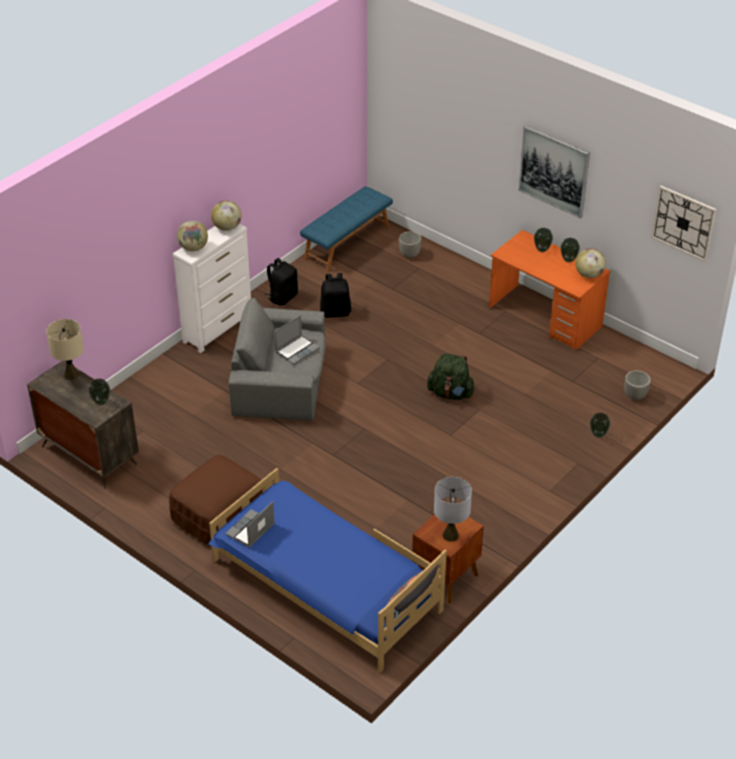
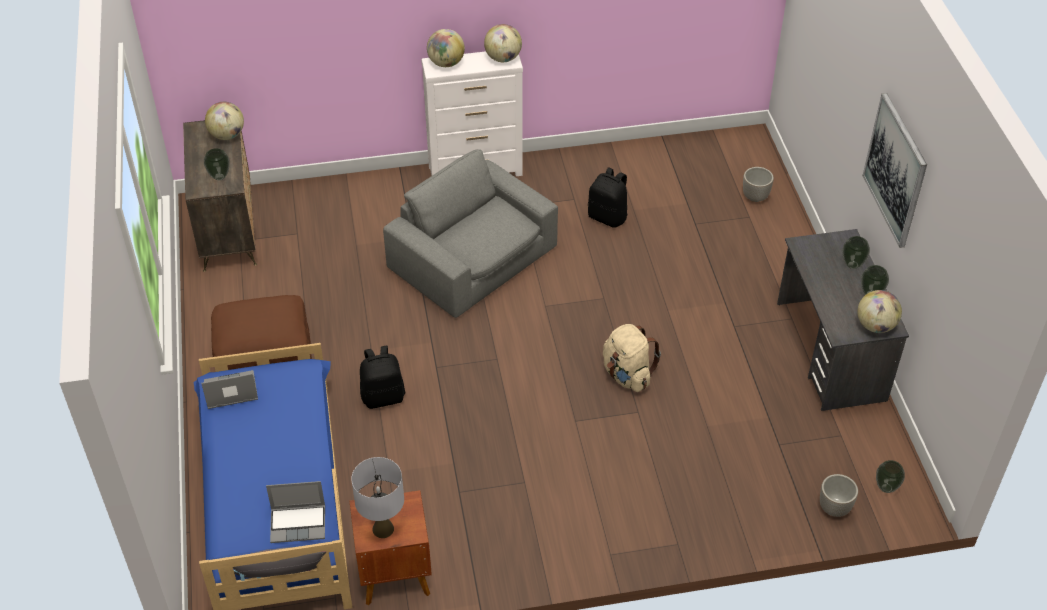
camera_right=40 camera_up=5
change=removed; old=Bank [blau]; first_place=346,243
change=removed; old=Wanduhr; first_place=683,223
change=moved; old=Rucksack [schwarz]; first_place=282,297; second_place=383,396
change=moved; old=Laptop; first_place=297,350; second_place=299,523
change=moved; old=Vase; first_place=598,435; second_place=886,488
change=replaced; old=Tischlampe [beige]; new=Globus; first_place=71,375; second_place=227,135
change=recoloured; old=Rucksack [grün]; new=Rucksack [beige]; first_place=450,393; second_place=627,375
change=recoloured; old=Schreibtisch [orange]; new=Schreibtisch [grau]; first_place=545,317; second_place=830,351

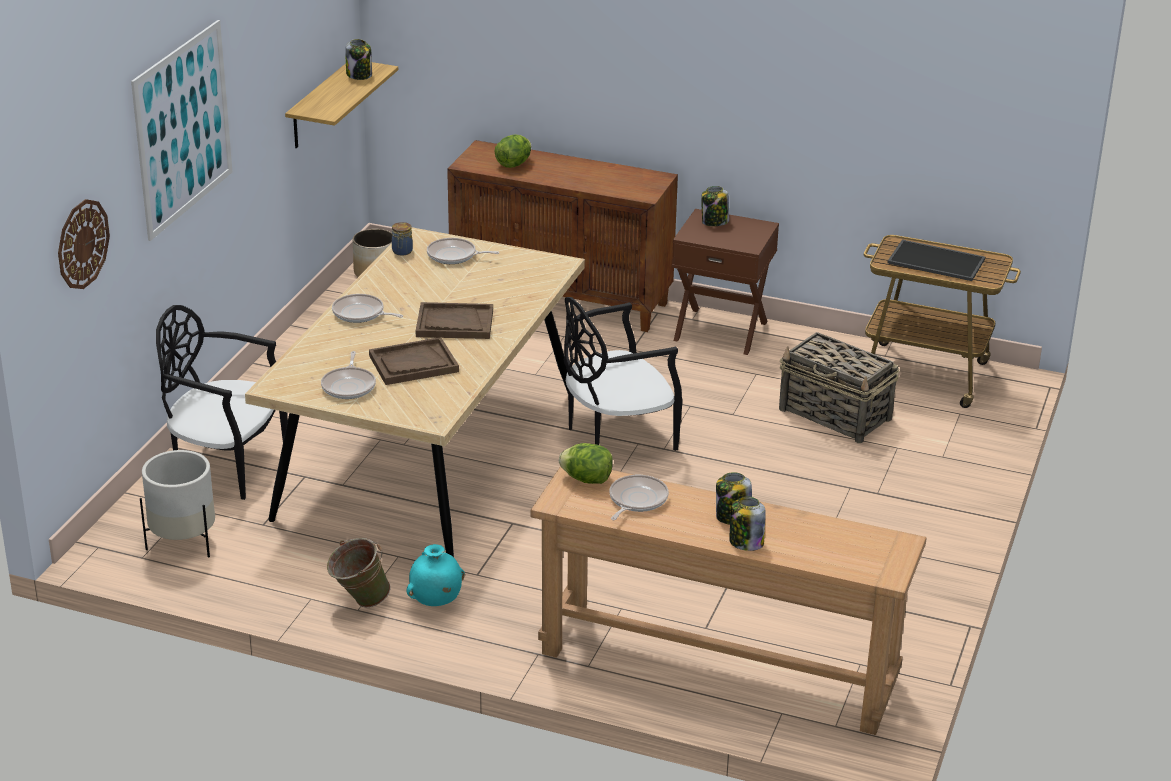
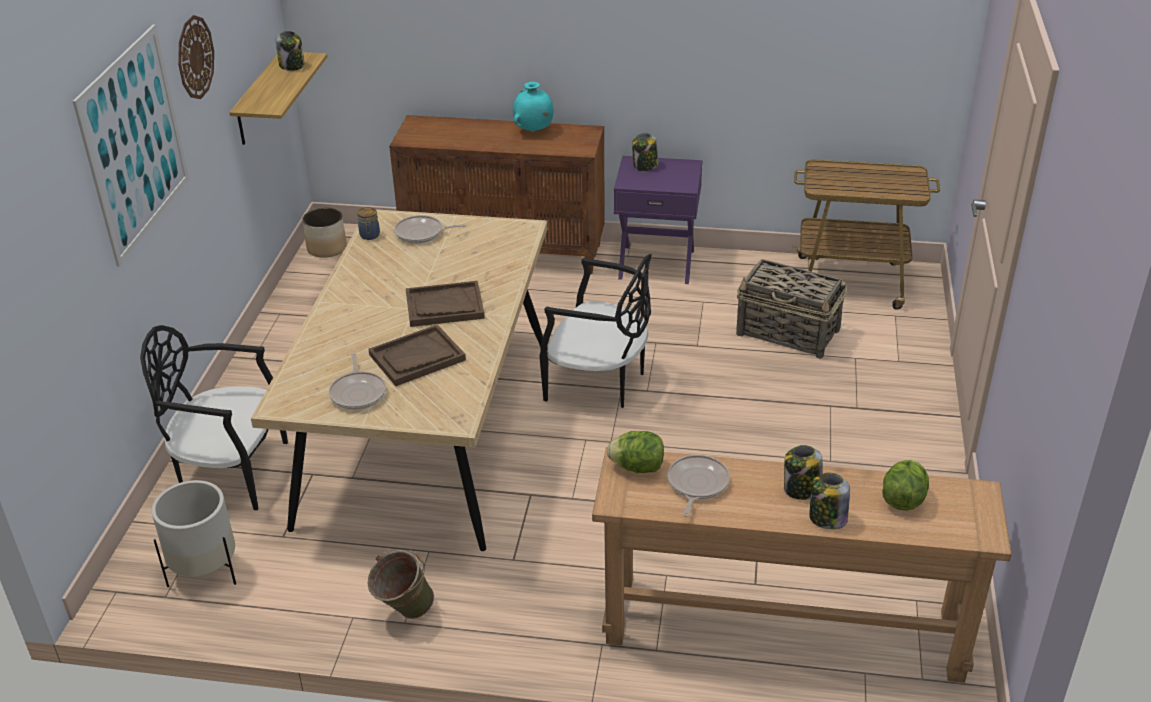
camera_right=-10 camera_up=5
change=removed; old=Pfanne; first_place=360,314
change=removed; old=Tablett; first_place=937,261
change=moved; old=Wanduhr; first_place=82,244; second_place=195,57
change=moved; old=Vase [türkis]; first_place=435,603; second_place=533,131
change=moved; old=Salatkopf; first_place=513,164; second_place=903,499
change=recoloured; old=Nachttisch [braun]; new=Nachttisch [lila]; first_place=721,330; second_place=656,263
change=turned; old=Stuhl [schwarz]; first_place=616,435; second_place=598,382; degrees=-120

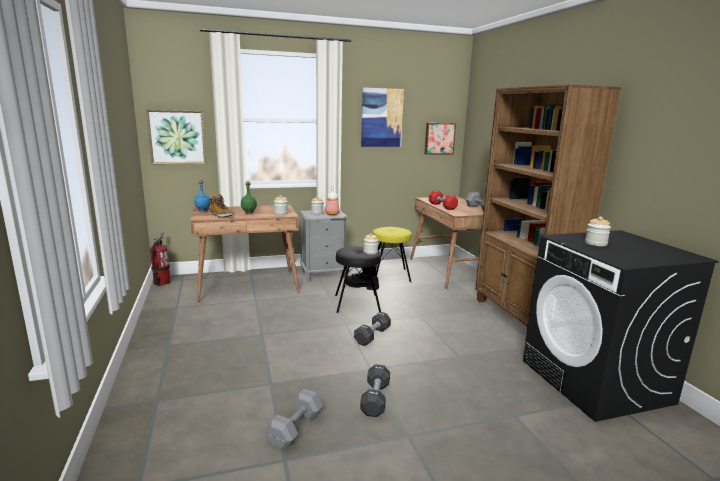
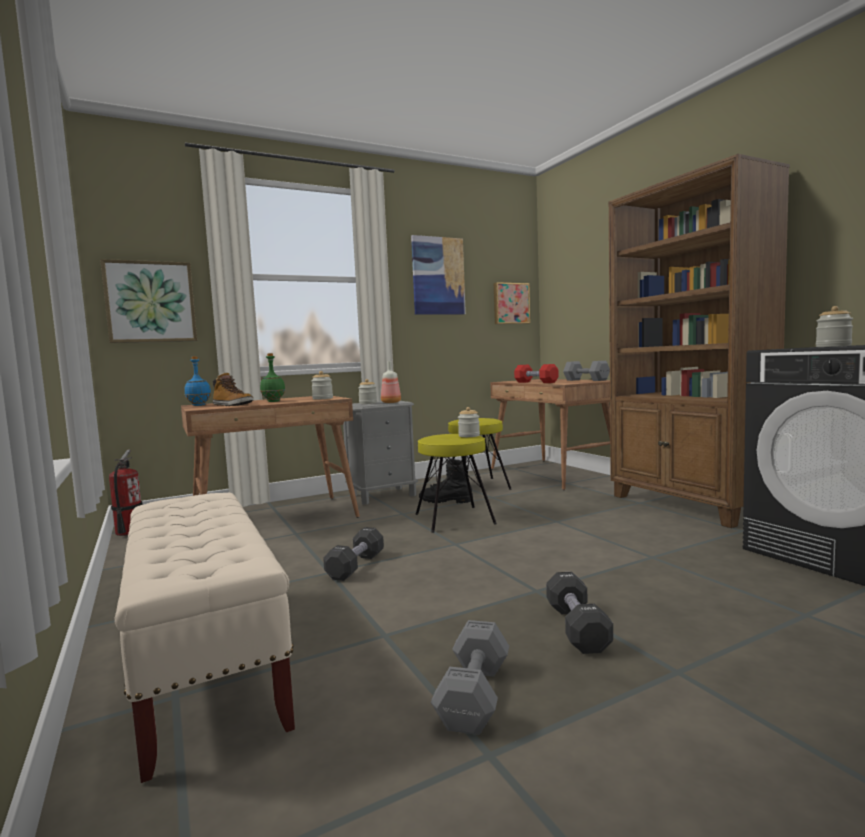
camera_right=-10 camera_up=-10
change=added; new=Bank [beige]; second_place=205,662
change=moved; old=Hantel [schwarz]; first_place=372,336; second_place=356,566
change=recoloured; old=Hocker [schwarz]; new=Hocker [gelb]; first_place=357,303; second_place=454,518

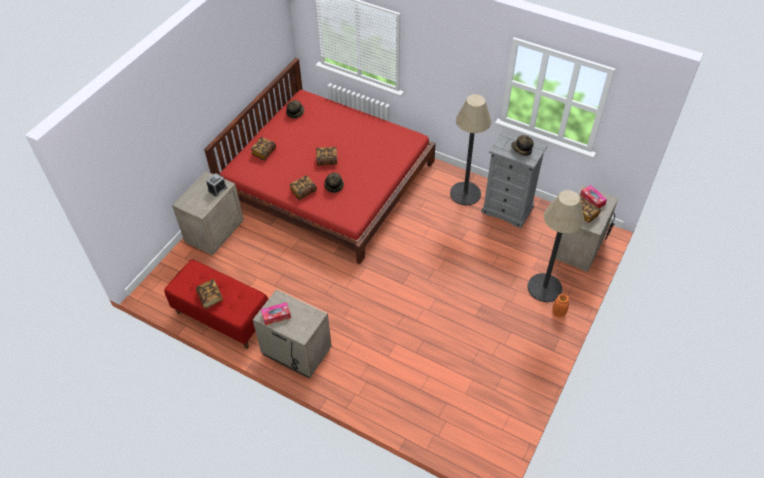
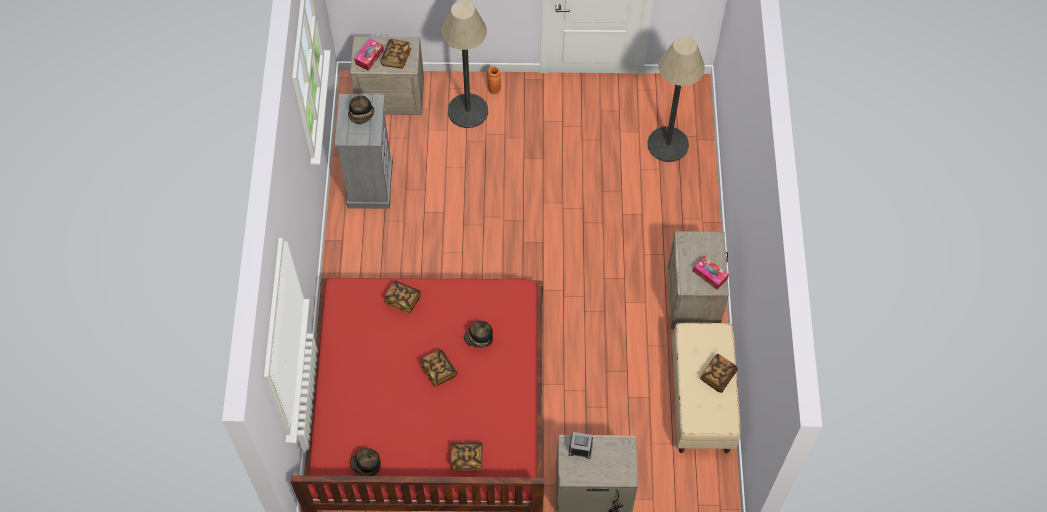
camera_right=-120 camera_up=10
change=moved; old=Buch; first_place=303,191; second_place=403,300
change=moved; old=Stehlampe; first_place=465,193; second_place=668,144
change=recoloured; old=Bank [rot]; new=Bank [beige]; first_place=222,316; second_place=701,400

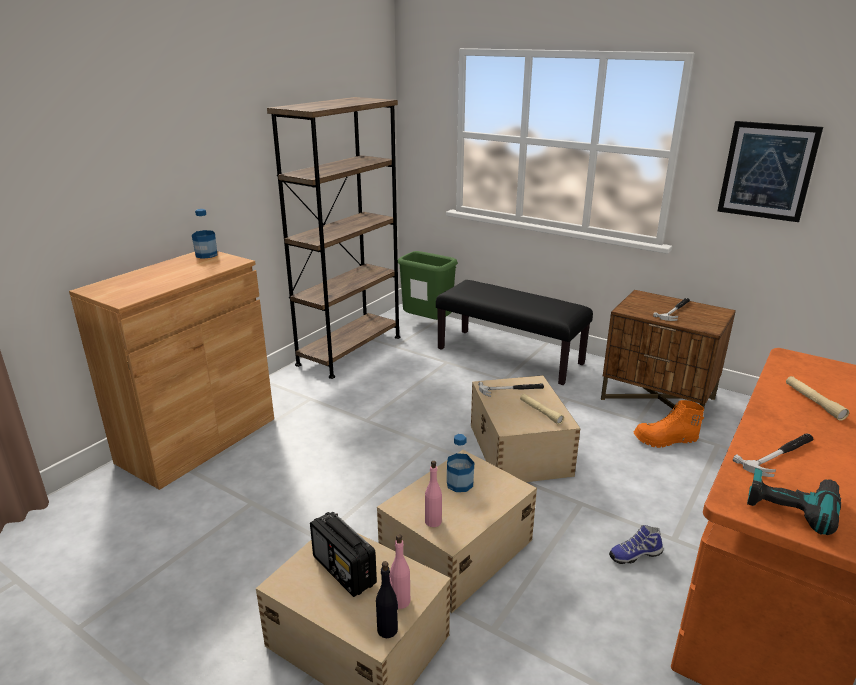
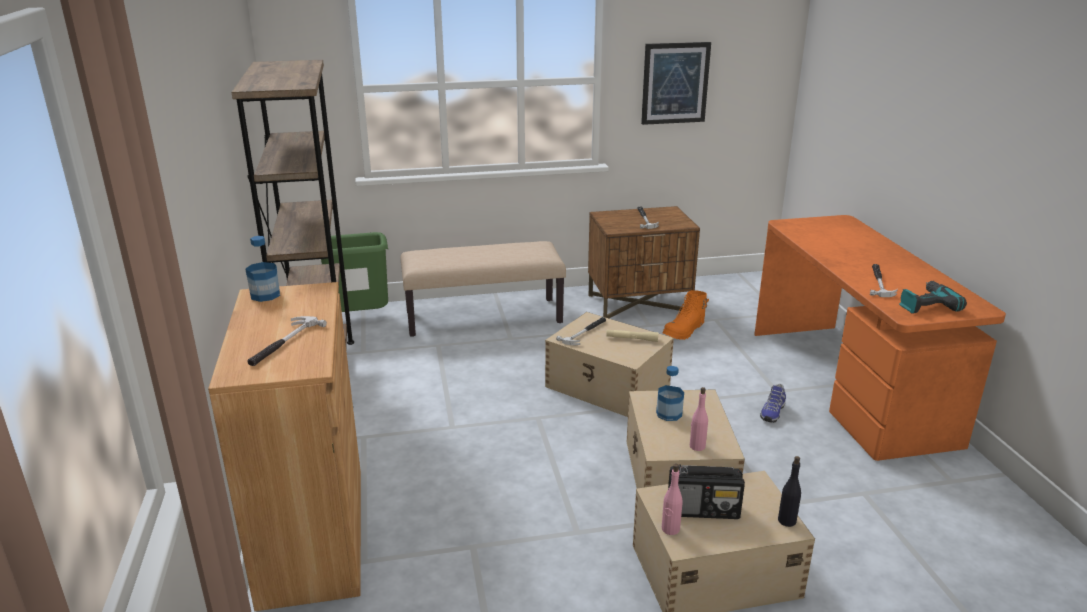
camera_right=-45 camera_up=0
change=removed; old=Taschenlampe [beige]; first_place=813,402
change=added; new=Hammer; second_place=283,343
change=moved; old=Flasche [rosa]; first_place=400,601; second_place=670,529
change=recoloured; old=Bank [schwarz]; new=Bank [beige]; first_place=510,356; second_place=484,317

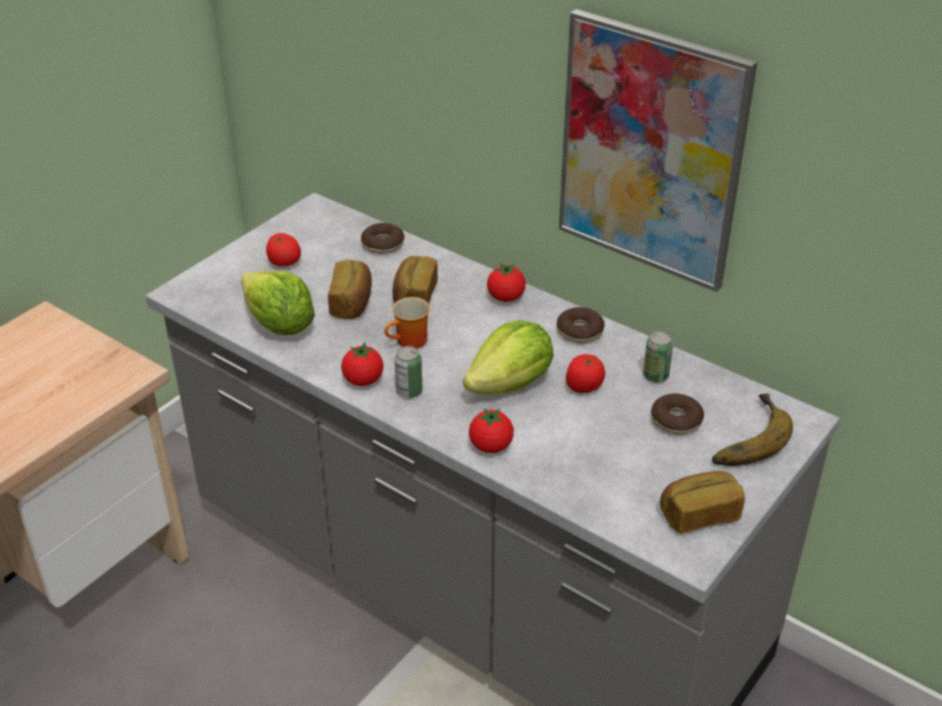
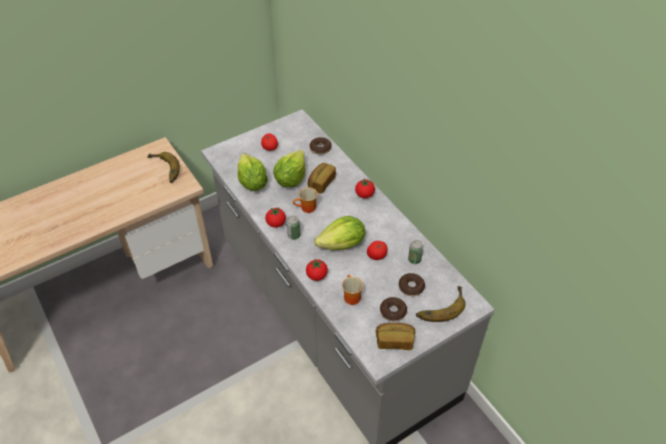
camera_right=20 camera_up=10
change=removed; old=Bild; first_place=651,151
change=added; new=Banane; second_place=163,170
change=added; new=Henkelbecher; second_place=350,296
change=moved; old=Donut; first_place=579,331; second_place=393,312
change=replaced; old=Brot; new=Salatkopf; first_place=352,303; second_place=291,179

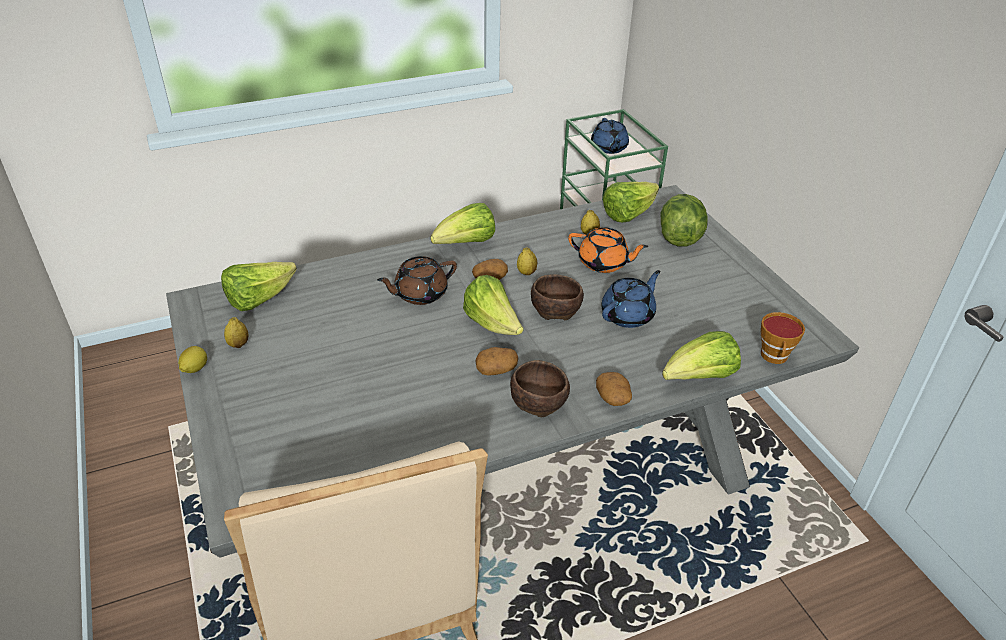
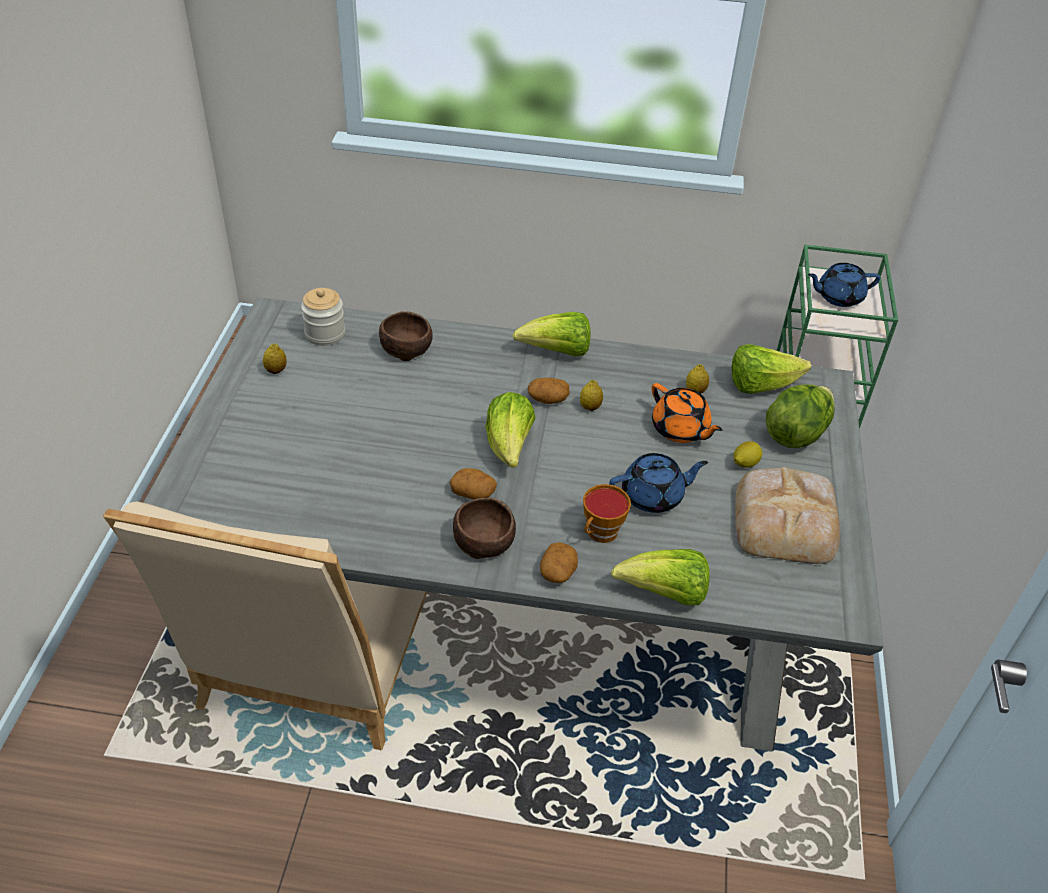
camera_right=30 camera_up=5
change=removed; old=Teekanne [braun]; first_place=419,294
change=added; new=Brot; second_place=786,520
change=moved; old=Zitrone; first_place=194,369; second_place=744,463
change=moved; old=Schüssel [braun]; first_place=555,309; second_place=406,348
change=moved; old=Tasse; first_place=775,357; second_place=600,534
change=replaced; old=Salatkopf; new=Vorratsglas; first_place=259,299; second_place=325,334
change=turned; old=Teekanne [blau]; first_place=609,148; second_place=838,297; degrees=60

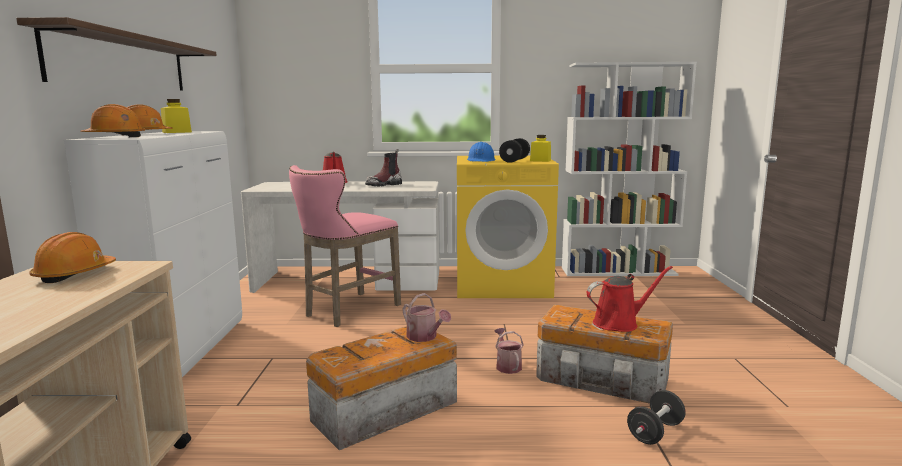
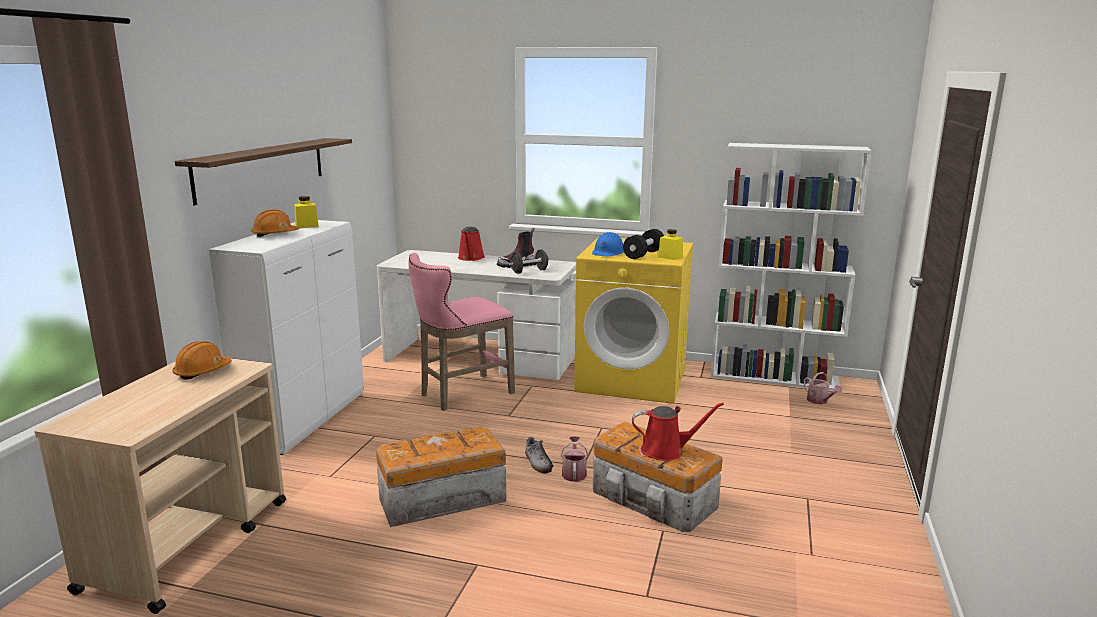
camera_right=15 camera_up=5
change=removed; old=Schutzhelm [orange]; first_place=115,137
change=added; new=Schuh; second_place=538,463
change=moved; old=Gießkanne; first_place=424,337; second_place=819,401
change=moved; old=Hantel [schwarz]; first_place=655,432; second_place=529,271

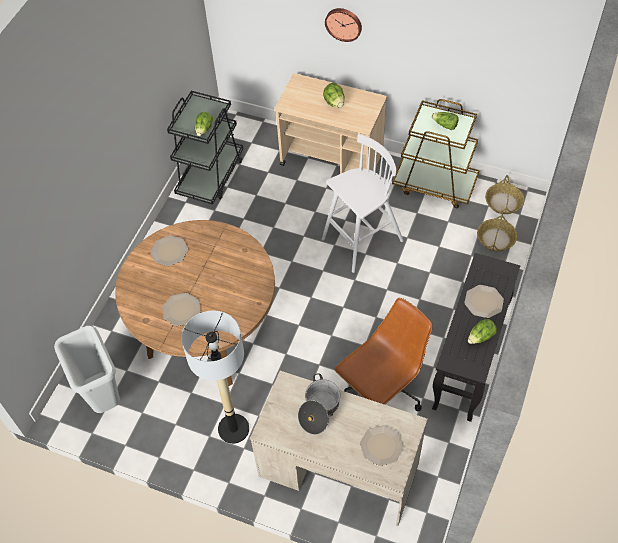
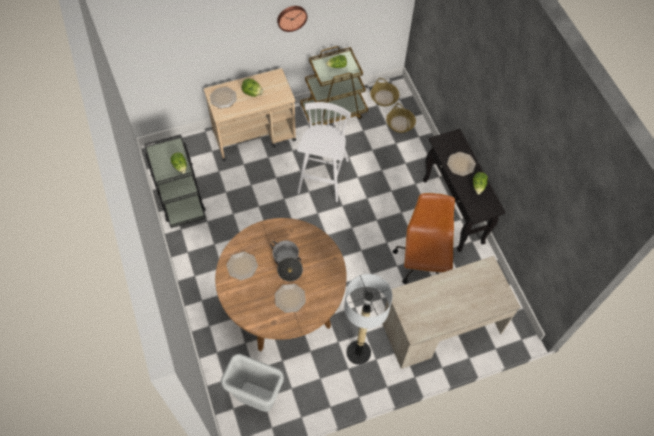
camera_right=-45 camera_up=5
change=moved; old=Kochtopf; first_place=319,410; second_place=287,263
change=moved; old=Wanduhr; first_place=344,23; second_place=291,17
change=moved; old=Teller; first_place=381,446; second_place=223,98

